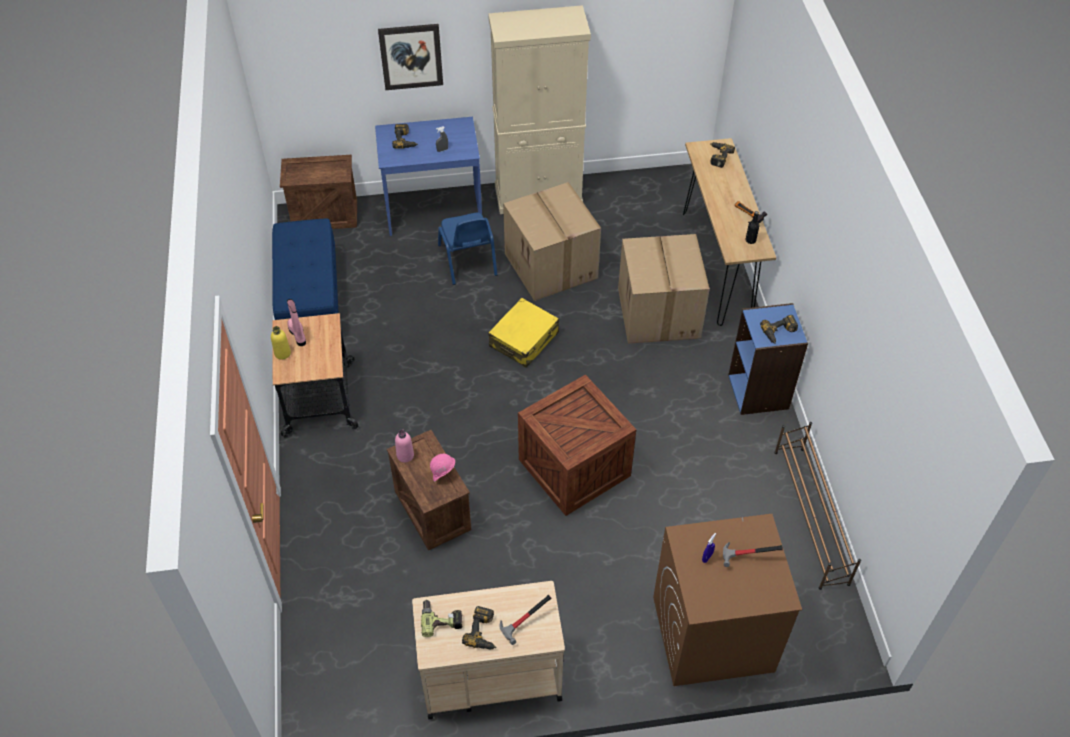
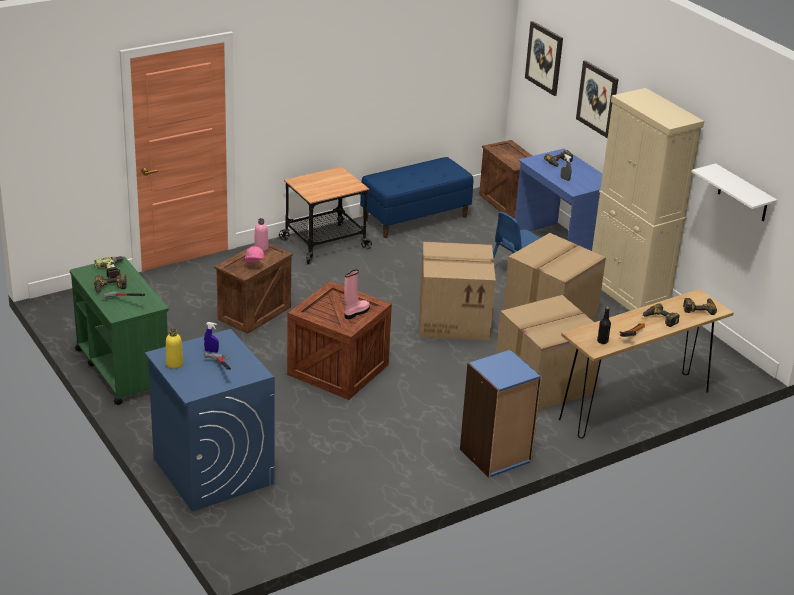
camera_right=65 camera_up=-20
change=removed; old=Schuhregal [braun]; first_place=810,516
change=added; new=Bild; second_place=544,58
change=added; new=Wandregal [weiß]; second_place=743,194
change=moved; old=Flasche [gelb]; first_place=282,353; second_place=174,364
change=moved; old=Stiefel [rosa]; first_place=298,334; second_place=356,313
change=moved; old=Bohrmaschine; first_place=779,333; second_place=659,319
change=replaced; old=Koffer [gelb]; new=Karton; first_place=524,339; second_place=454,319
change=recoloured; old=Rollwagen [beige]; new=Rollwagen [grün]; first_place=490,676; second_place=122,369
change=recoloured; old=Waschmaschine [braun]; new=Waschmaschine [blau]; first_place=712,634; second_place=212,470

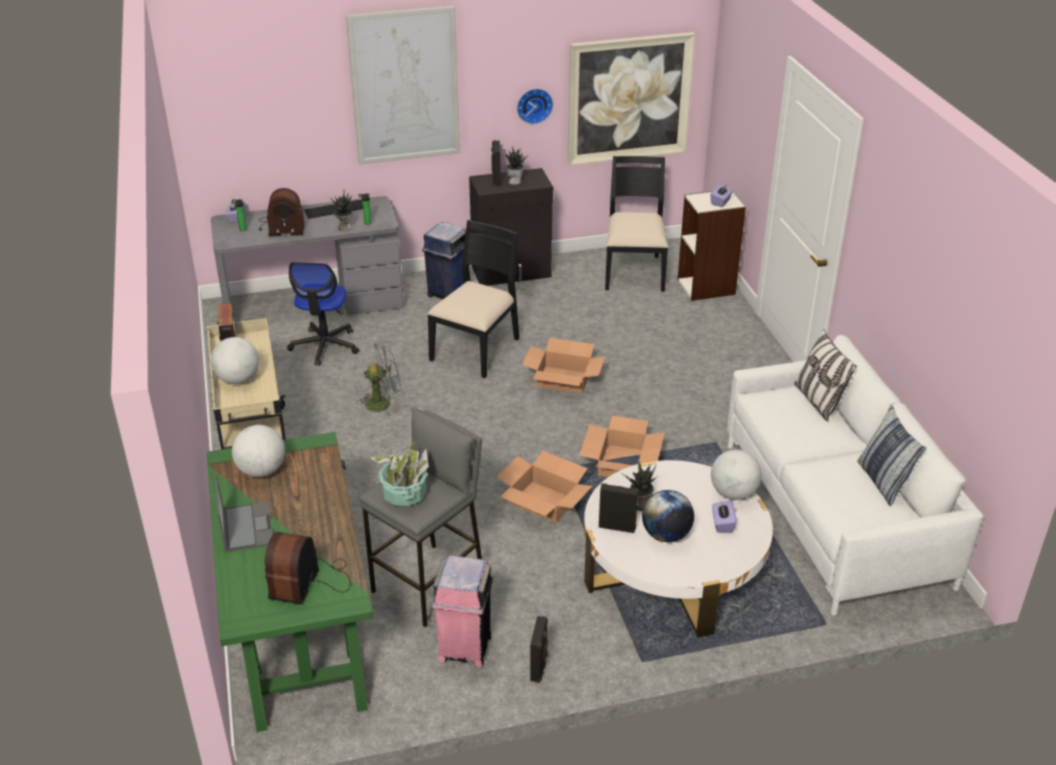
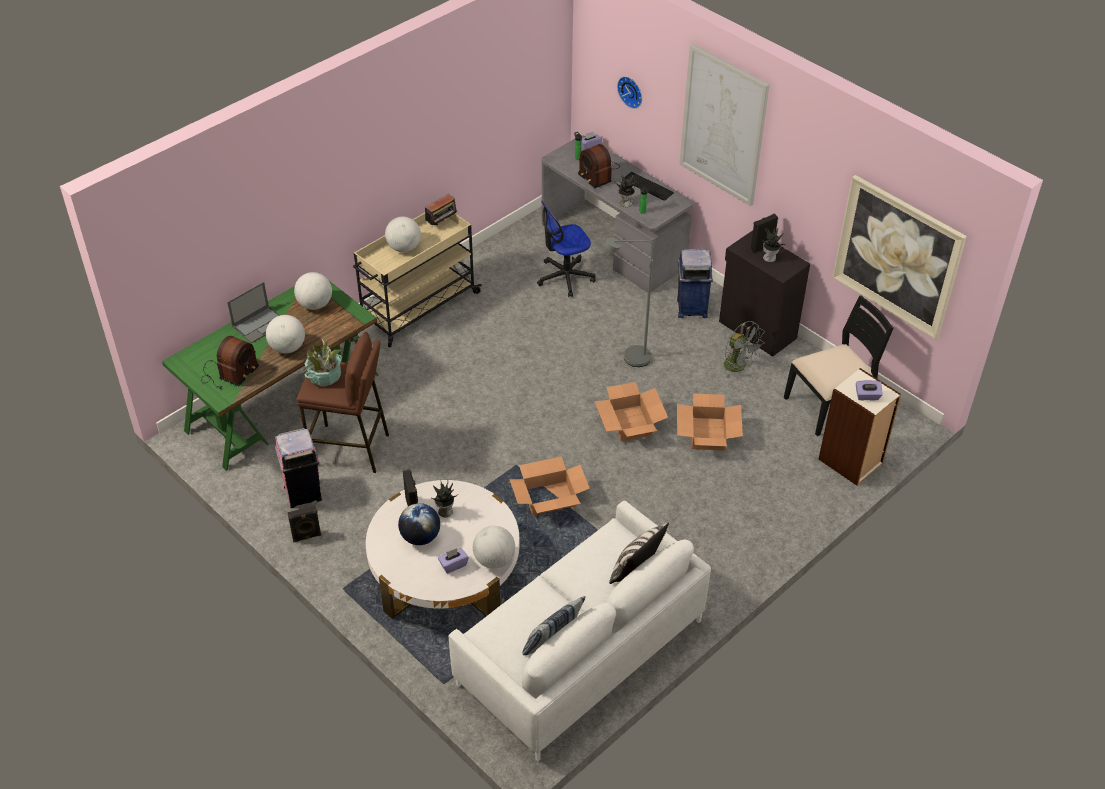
camera_right=60 camera_up=10
change=added; new=Globus; second_place=287,347
change=moved; old=Ventilator [grau]; first_place=383,403; second_place=739,367
change=moved; old=Karton; first_place=544,502; second_place=707,434
change=moved; old=Wanduhr; first_place=534,105; second_place=631,91
change=replaced; old=Stuhl [schwarz]; new=Stehlampe [grau]; first_place=477,349; second_place=629,357
change=recoloured; old=Hocker [grau]; new=Hocker [braun]; first_place=429,584; second_place=350,449
change=turned; old=Radio; first_place=309,581; second_place=228,373; degrees=135

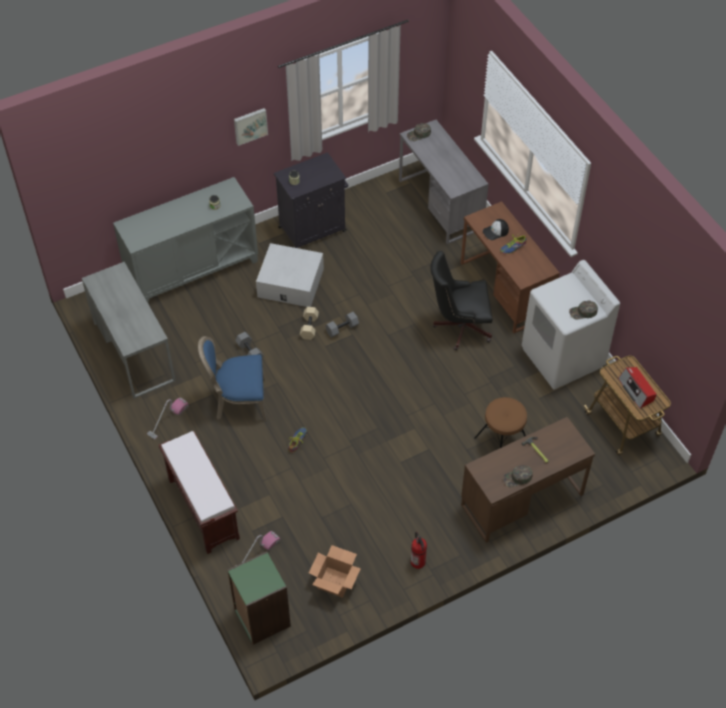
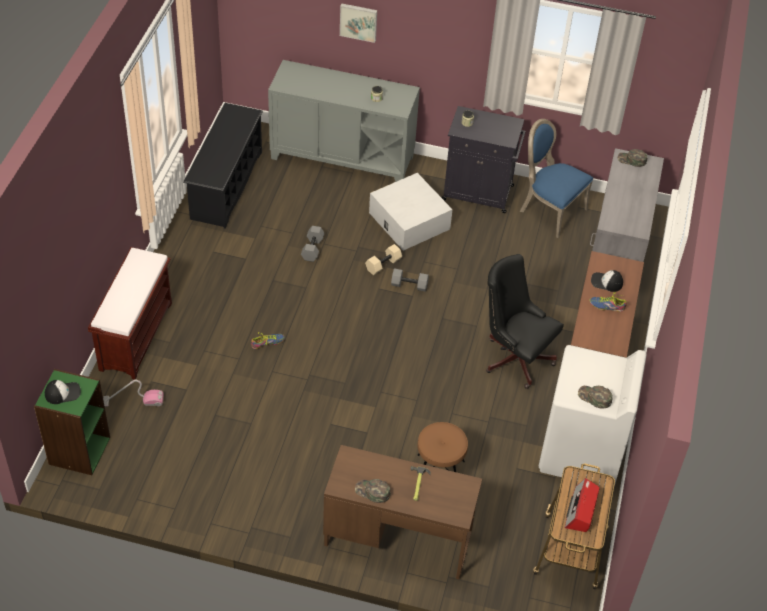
camera_right=40 camera_up=-5
change=removed; old=Staubsauger; first_place=168,420
change=removed; old=Karton; first_place=334,582
change=removed; old=Feuerlöscher; first_place=418,562
change=added; new=Kappe; second_place=63,393
change=moved; old=Stuhl [blau]; first_place=239,401; second_place=549,210
change=moved; old=Bild; first_place=250,125; second_place=358,21
change=replaced; old=Schreibtisch [grau]; new=Schuhregal [schwarz]; first_place=134,351; second_place=226,185

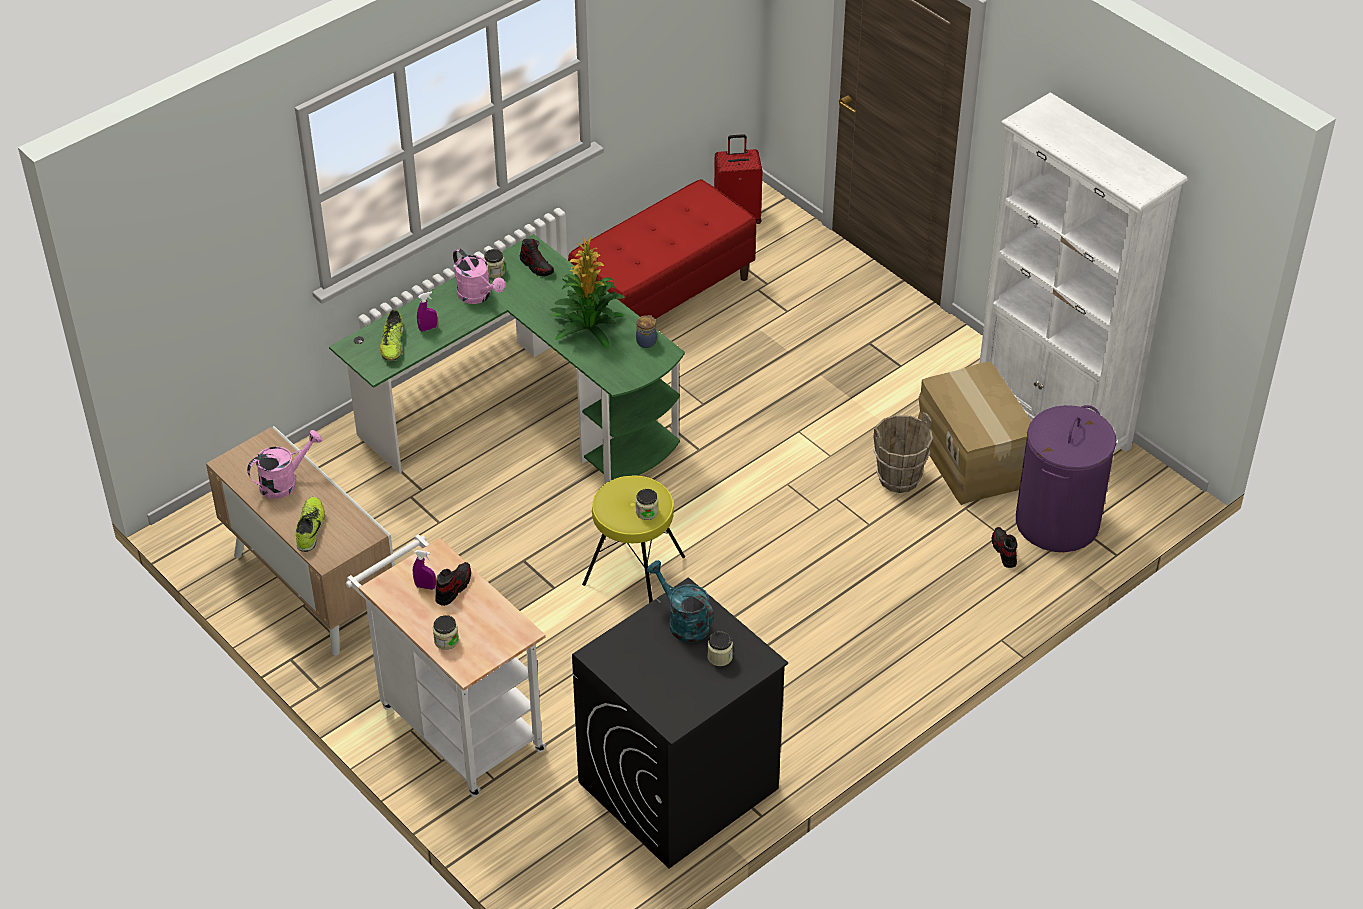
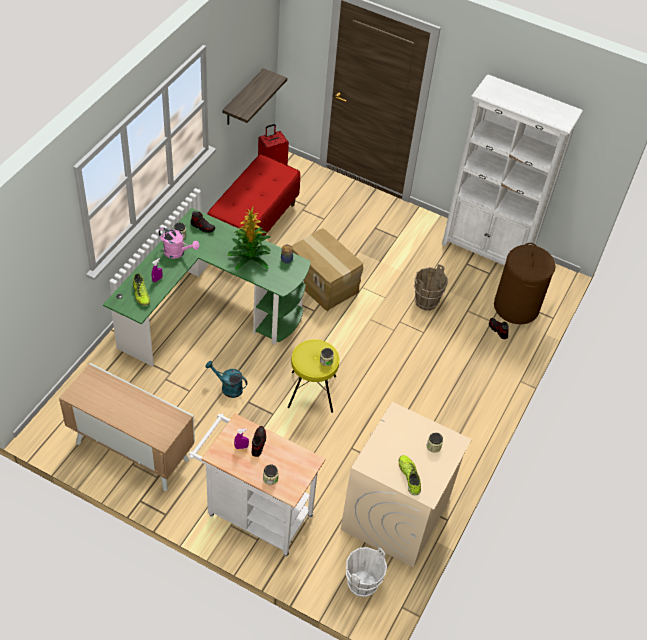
camera_right=-25 camera_up=5
change=removed; old=Gießkanne [rosa]; first_place=284,482
change=added; new=Wandregal; second_place=243,98
change=added; new=Eimer [weiß]; second_place=362,584
change=moved; old=Schuh; first_place=310,528; second_place=409,476
change=moved; old=Gießkanne [türkis]; first_place=683,622; second_place=228,387
change=moved; old=Karton; first_place=974,459; second_place=324,283
change=recoloured; old=Waschmaschine [schwarz]; new=Waschmaschine [beige]; first_place=678,786; second_place=395,516
change=recoloured; old=Wäschekorb [lila]; new=Wäschekorb [braun]; first_place=1057,522; second_place=516,307

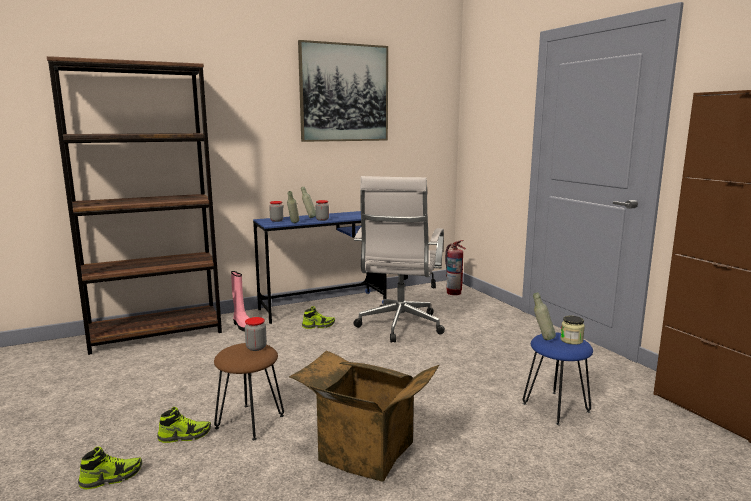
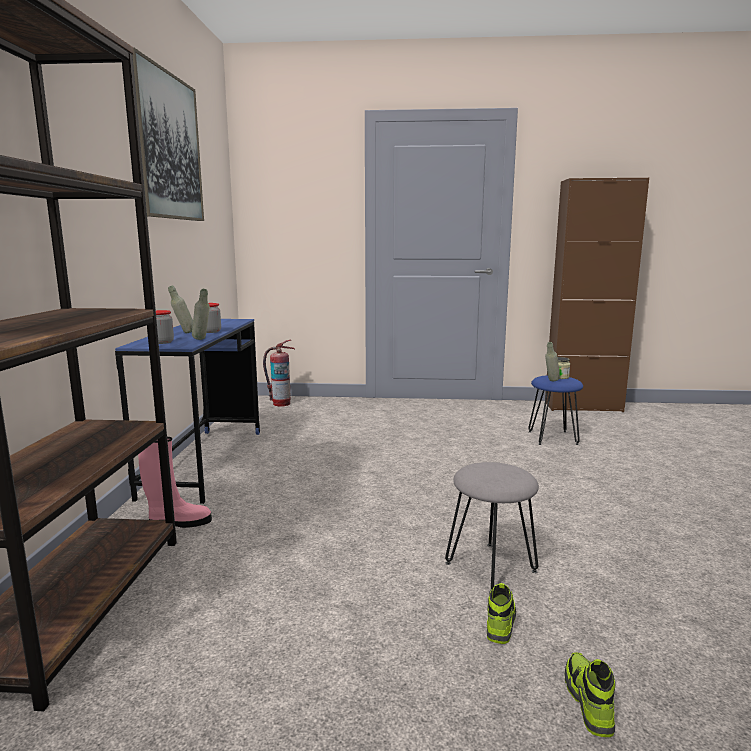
camera_right=-60 camera_up=0
change=removed; old=Vorratsglas; first_place=256,347
change=removed; old=Karton; first_place=362,453
change=removed; old=Schuh; first_place=318,326
change=removed; old=Bürostuhl [weiß]; first_place=399,327
change=recoloured; old=Hocker [braun]; new=Hocker [grau]; first_place=250,421; second_place=490,566

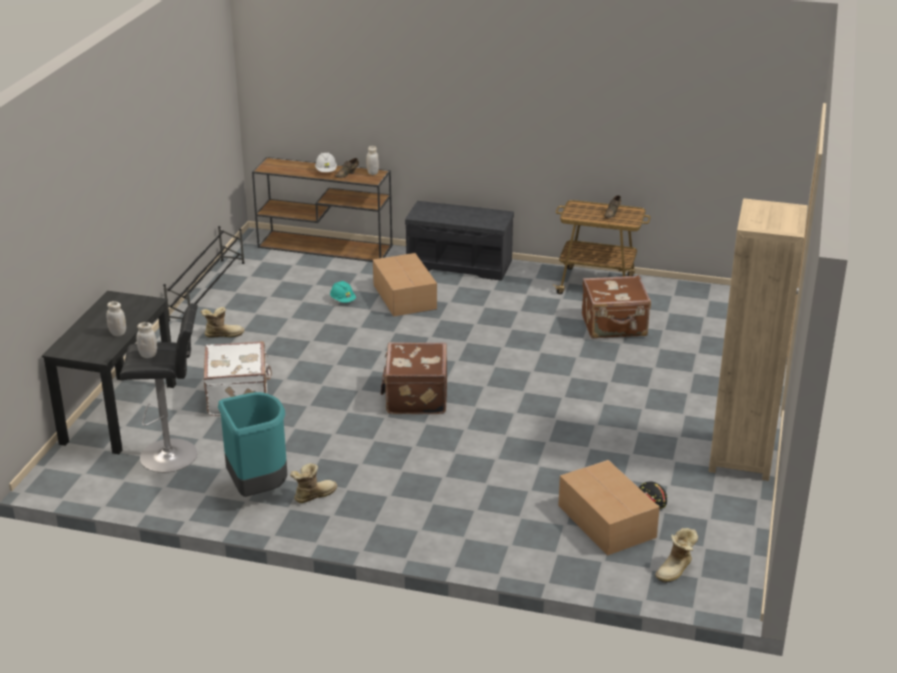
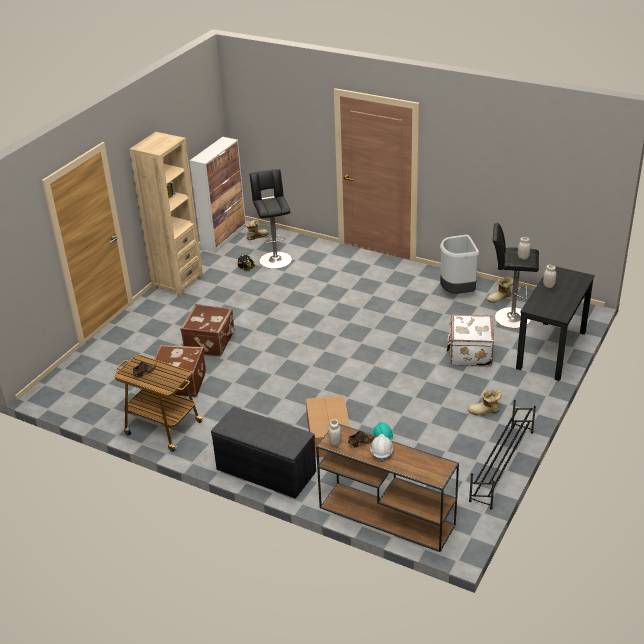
camera_right=-165 camera_up=5
change=added; new=Schrank; second_place=224,237
change=moved; old=Stiefel; first_place=313,495; second_place=500,298
change=moved; old=Koffer [braun]; first_place=415,397; second_place=211,342
change=replaced; old=Karton; new=Hocker [schwarz]; first_place=607,522; second_place=275,259
change=recoloured; old=Mülleimer [türkis]; new=Mülleimer [grau]; first_place=258,490; second_place=457,292

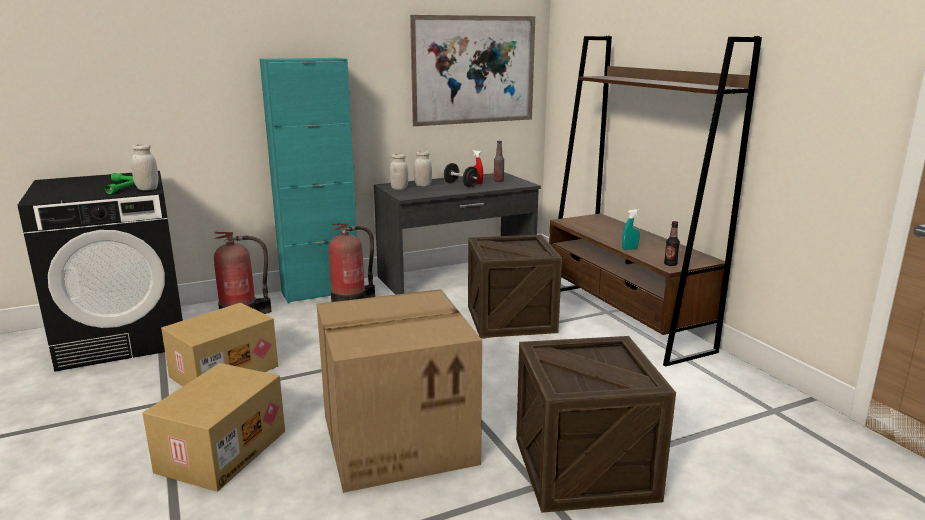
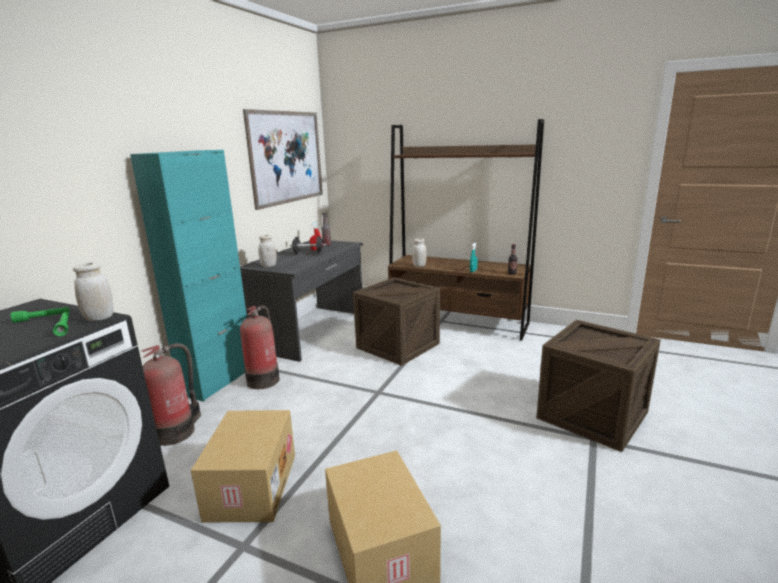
camera_right=-40 camera_up=0
change=removed; old=Karton; first_place=400,437
change=moved; old=Vorratsglas [weiß]; first_place=423,185; second_place=419,266

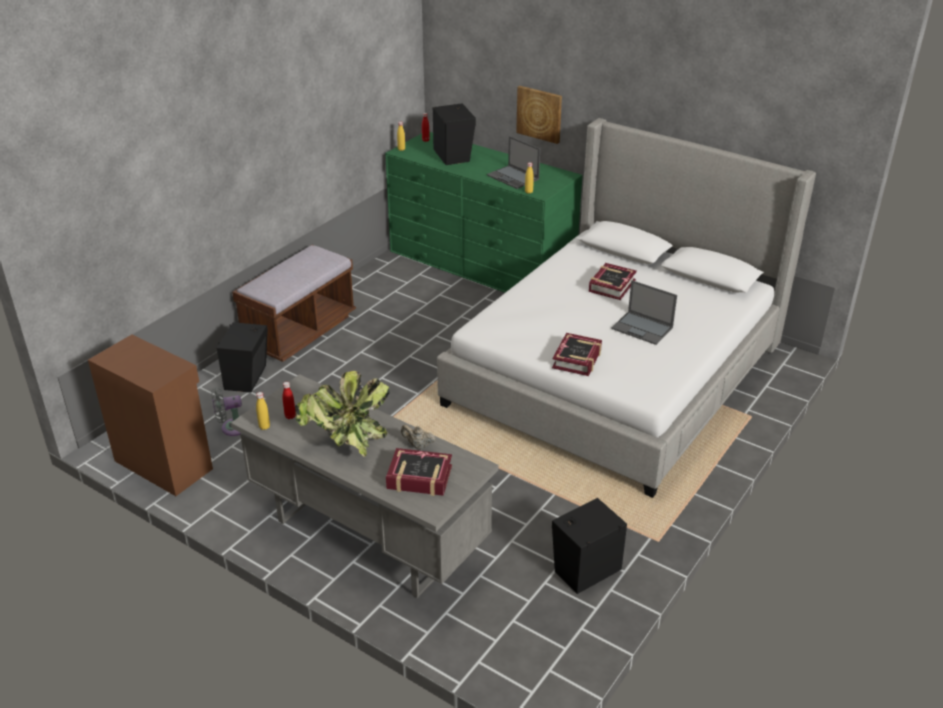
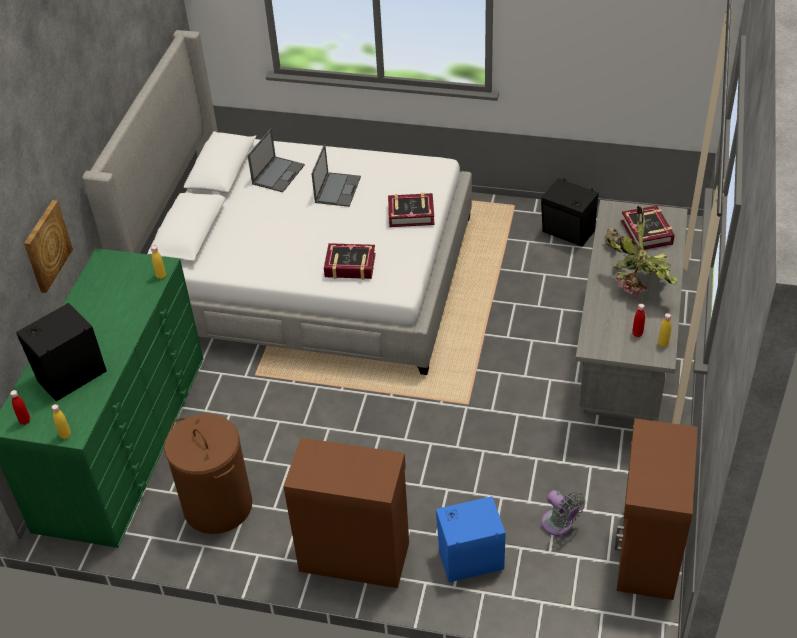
camera_right=-110 camera_up=10
change=added; new=Wäschekorb [braun]; second_place=217,506
change=moved; old=Laptop; first_place=513,177; second_place=278,174
change=moved; old=Buch; first_place=611,286; second_place=350,266
change=replaced; old=Bank [braun]; new=Schrank [braun]; first_place=300,331; second_place=354,555
change=recoloured; old=Lautsprecher [schwarz]; new=Lautsprecher [blau]; first_place=248,377; second_place=469,558

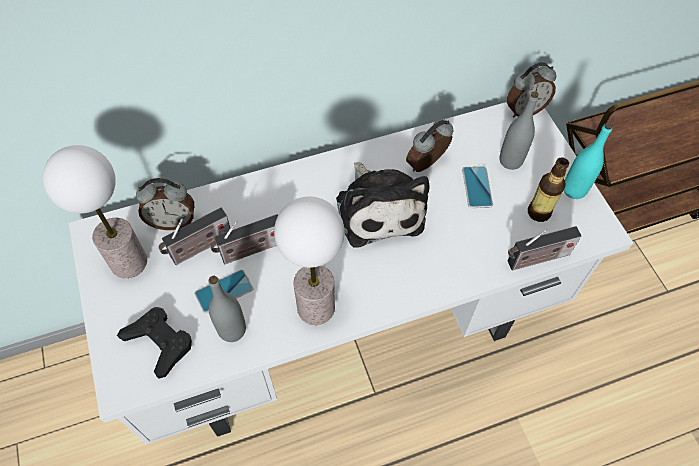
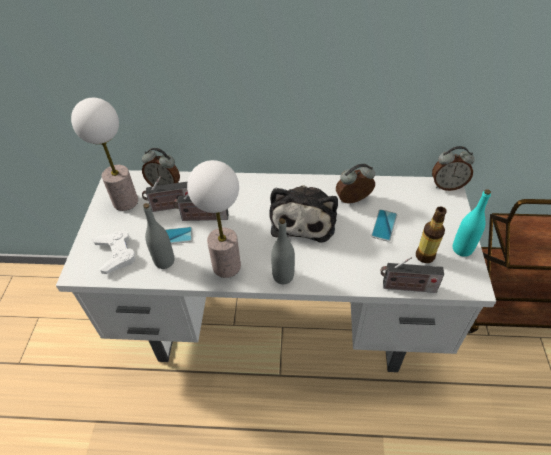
camera_right=25 camera_up=-10
change=moved; old=Flasche [grau]; first_place=510,161; second_place=283,276
change=recoloured; old=Gamepad [schwarz]; new=Gamepad [weiß]; first_place=159,342; second_place=116,253

